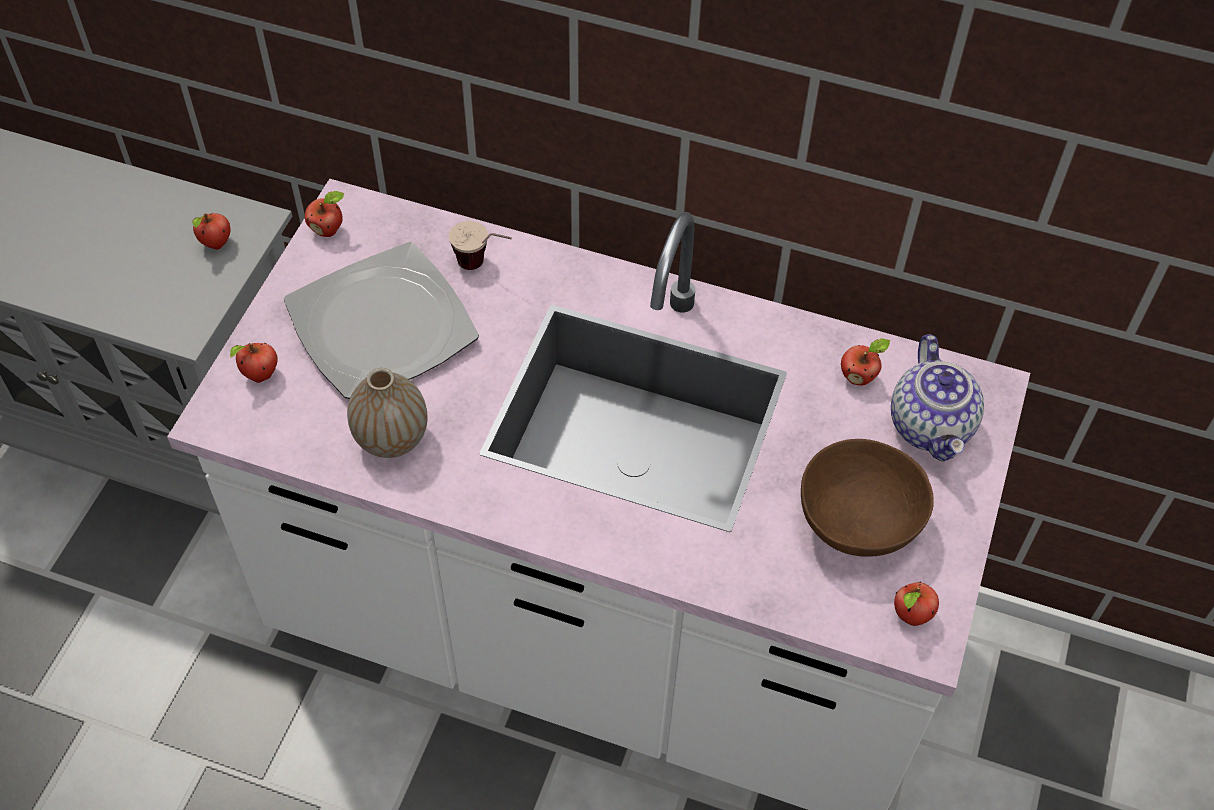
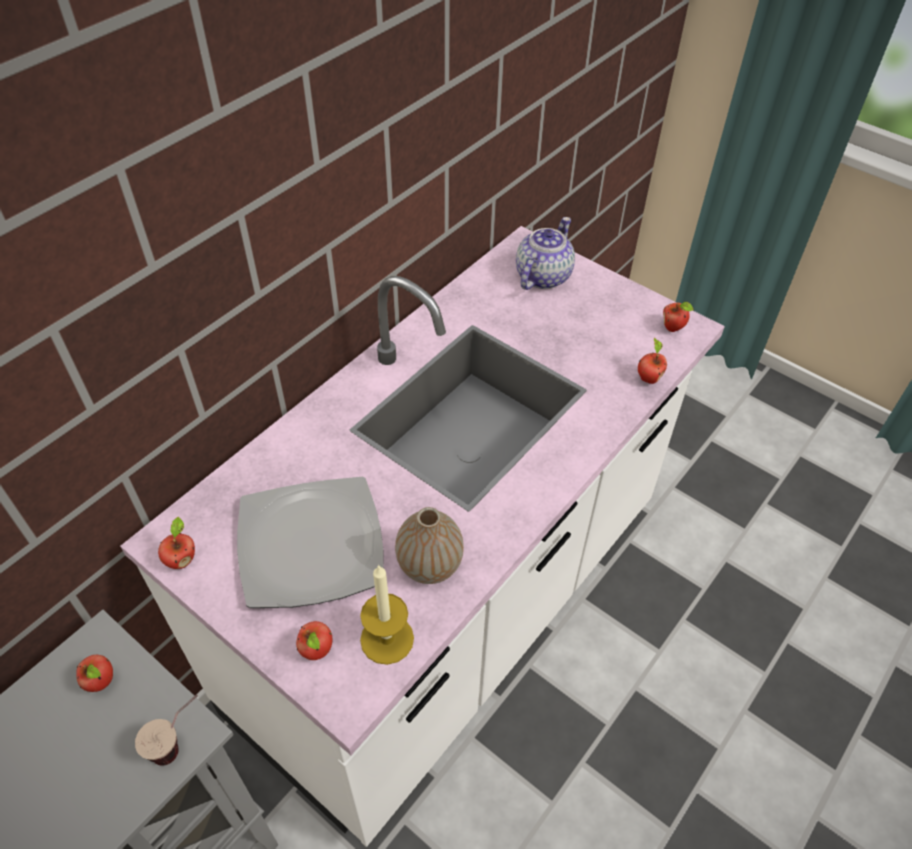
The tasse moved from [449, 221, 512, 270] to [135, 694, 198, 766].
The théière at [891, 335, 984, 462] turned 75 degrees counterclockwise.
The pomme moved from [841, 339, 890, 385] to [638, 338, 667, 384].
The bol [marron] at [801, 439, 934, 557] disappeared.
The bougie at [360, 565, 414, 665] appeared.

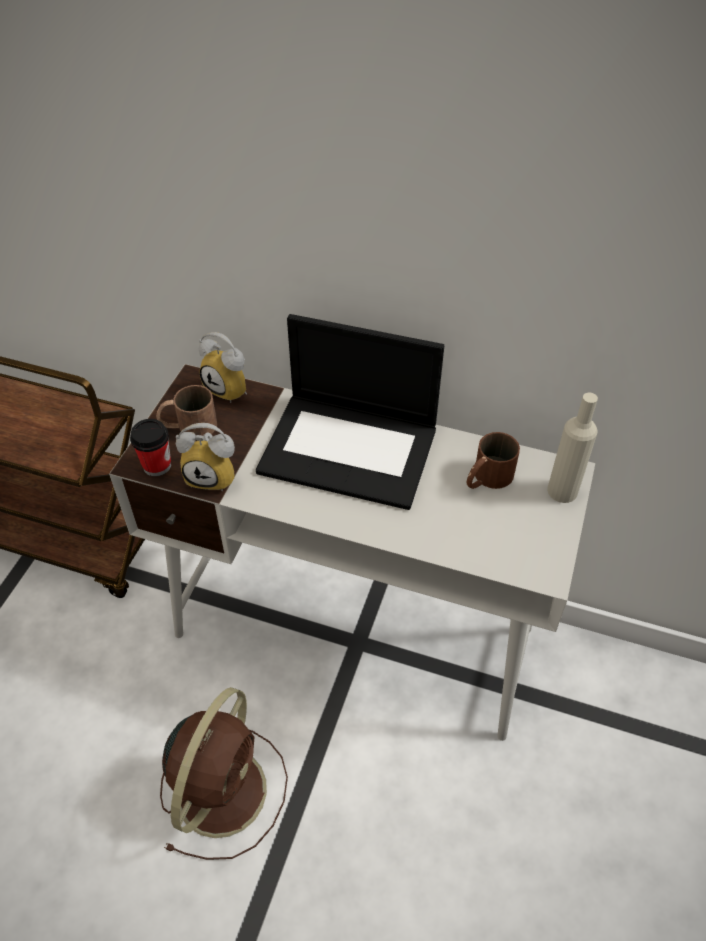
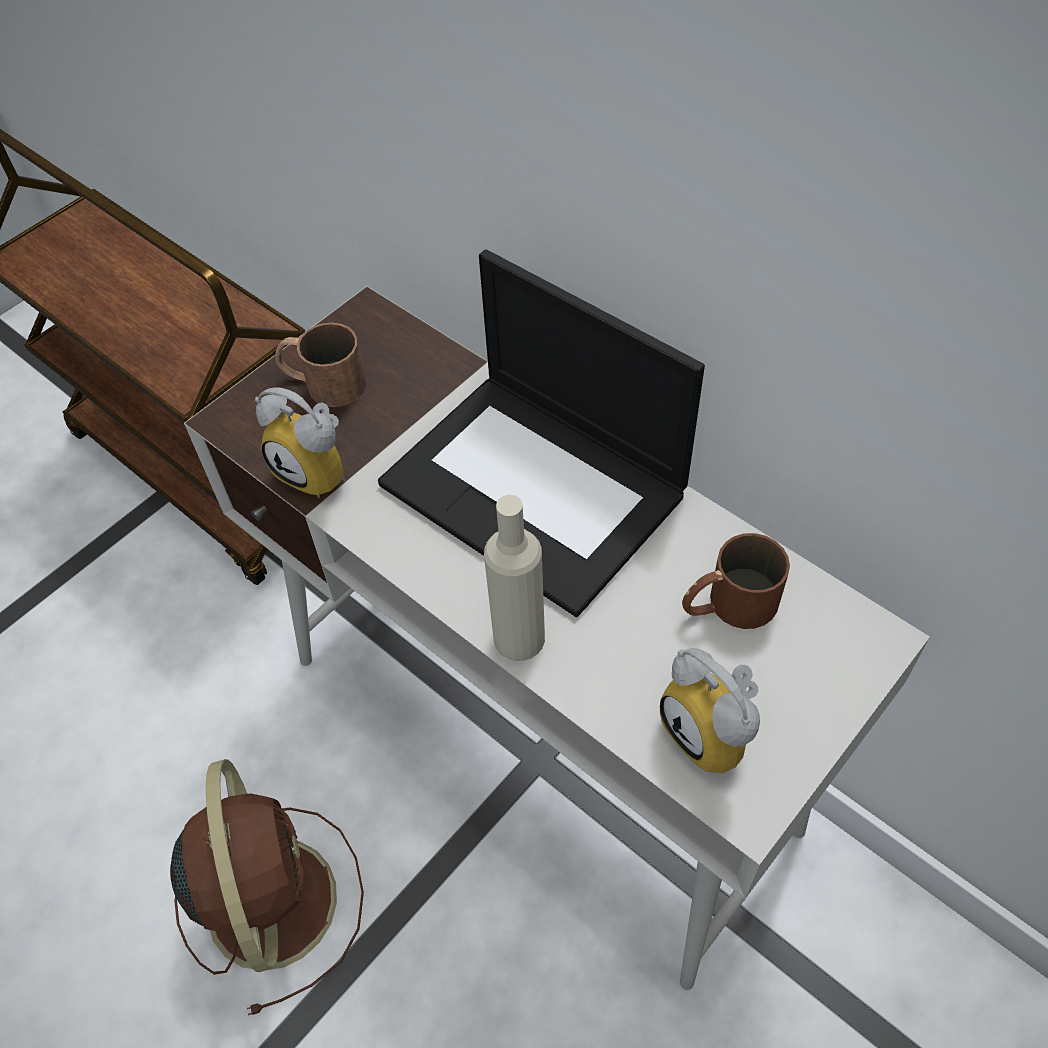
The réveil moved from [199, 332, 247, 403] to [660, 648, 760, 773].
The bouteille [beige] moved from [547, 393, 598, 503] to [484, 495, 545, 661].
The tasse at [130, 419, 171, 476] disappeared.
The ventilateur [marron] at [160, 687, 288, 860] turned 60 degrees counterclockwise.

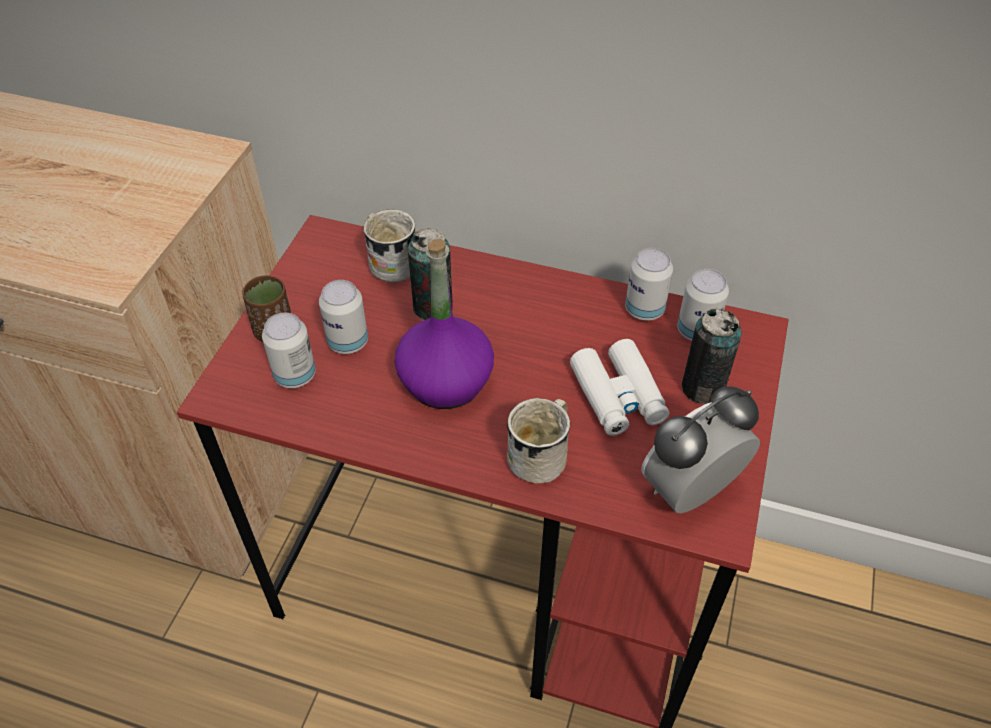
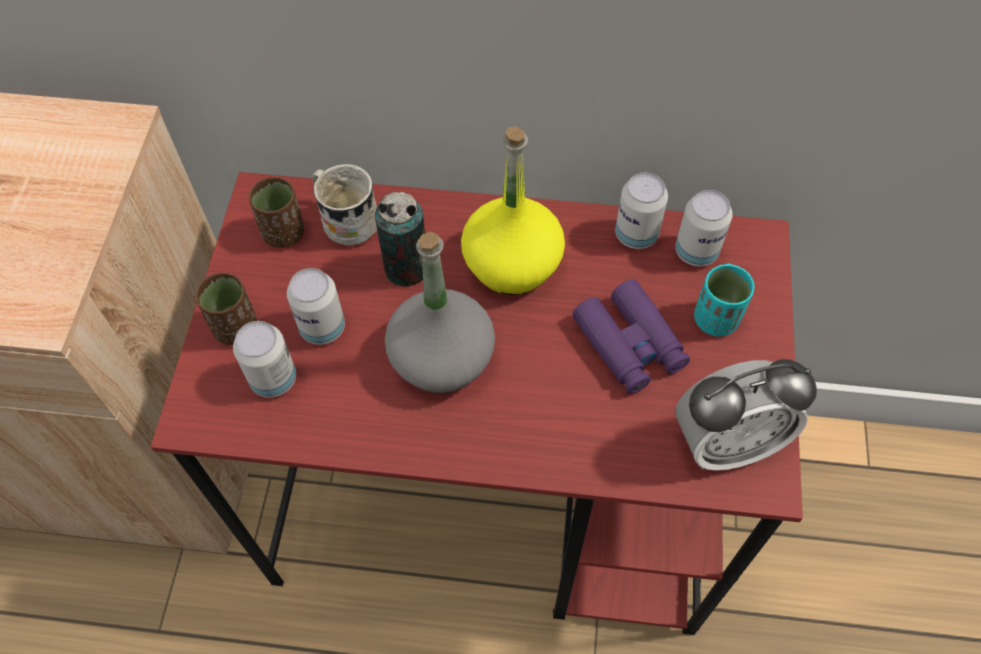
The bouteille [violet] at [395, 239, 494, 409] became the bouteille [gris] at [385, 232, 495, 393].
The boîte métallique at [682, 308, 742, 404] was replaced by the tasse [turquoise] at [694, 264, 755, 336].
The jumelles [blanc] at [570, 339, 669, 436] became the jumelles [violet] at [572, 279, 690, 394].
The réveil at [641, 386, 760, 514] turned 150 degrees counterclockwise.
The mug [blanc] at [507, 398, 570, 484] disappeared.
The bouteille [jaune] at [461, 127, 565, 295] appeared.
The tasse [marron] at [249, 177, 304, 248] appeared.

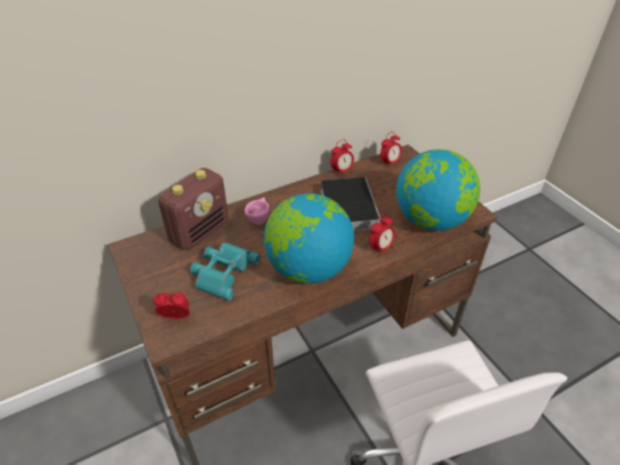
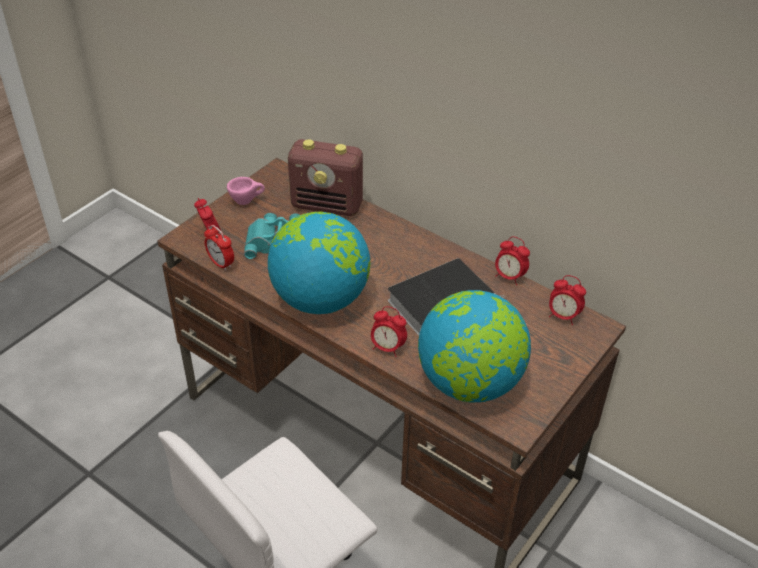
The tasse [rose] moved from [245, 197, 270, 225] to [227, 177, 265, 205].
The réveil at [204, 225, 234, 271] appeared.

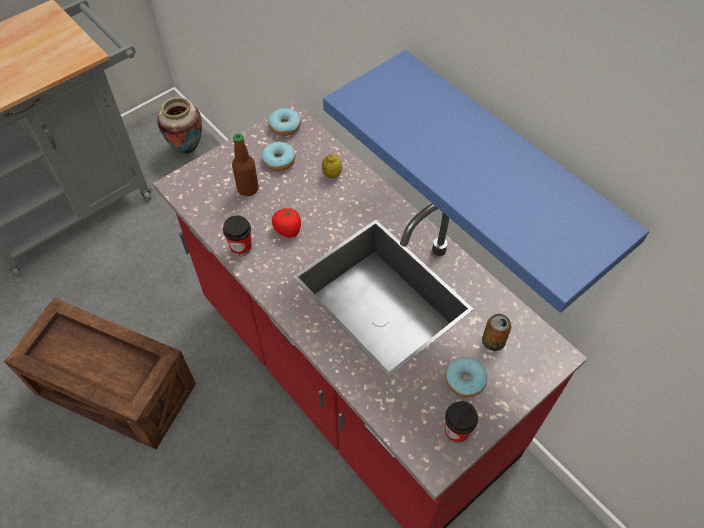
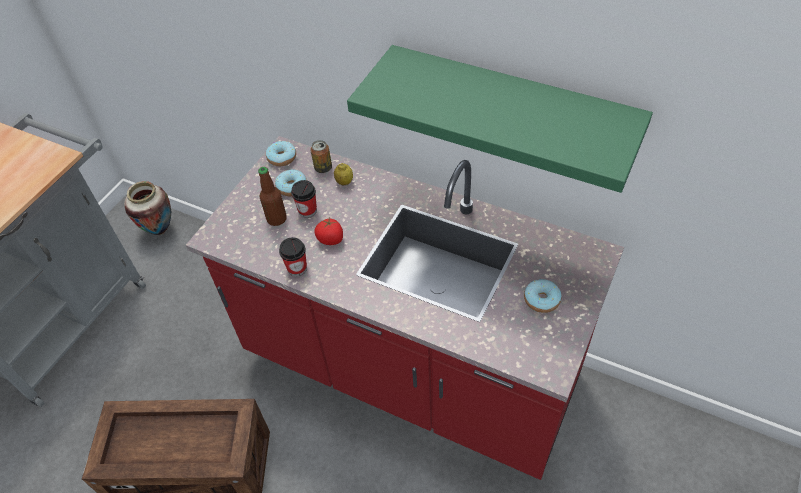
The étagère [bleu] at [323, 50, 649, 313] became the étagère [vert] at [347, 45, 653, 193].
The boîte métallique moved from [482, 314, 511, 351] to [310, 140, 332, 173].
The tasse moved from [445, 401, 478, 443] to [291, 180, 317, 218].

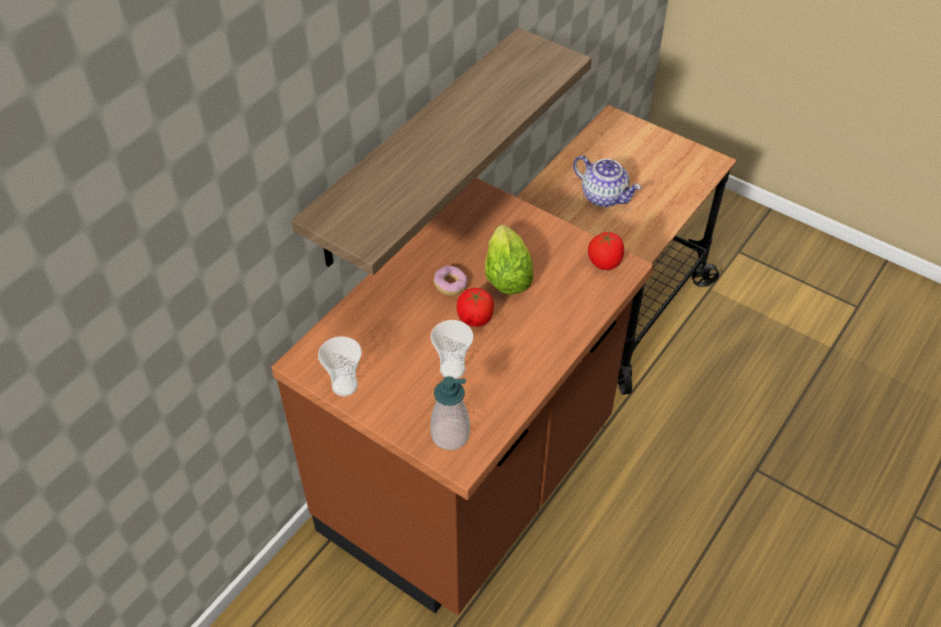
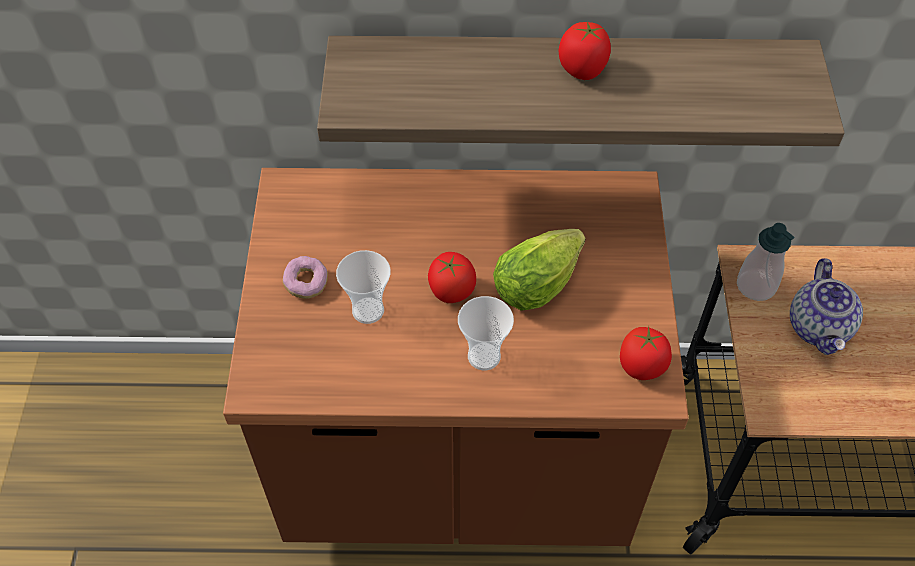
The beignet moved from [433, 266, 468, 296] to [282, 256, 328, 299].
The tasse moved from [318, 336, 362, 396] to [458, 296, 514, 370].
The distributeur de savon moved from [430, 376, 470, 450] to [737, 223, 795, 301].
The tomate at [559, 22, 611, 80] appeared.

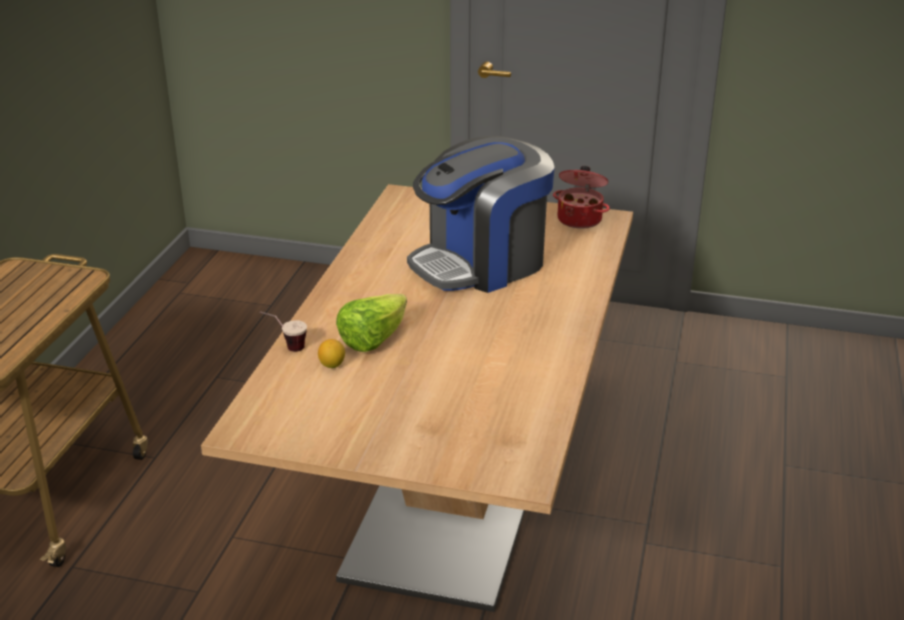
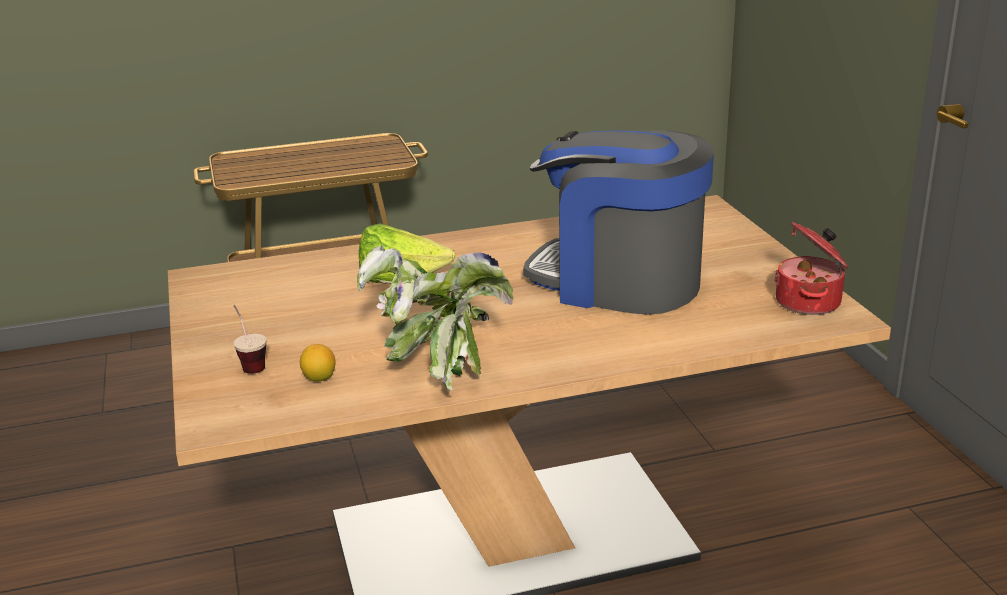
The tasse moved from [260, 312, 307, 352] to [234, 305, 266, 374].
The citron moved from [318, 339, 345, 368] to [300, 344, 336, 382].
The plante en pot at [357, 245, 513, 391] appeared.

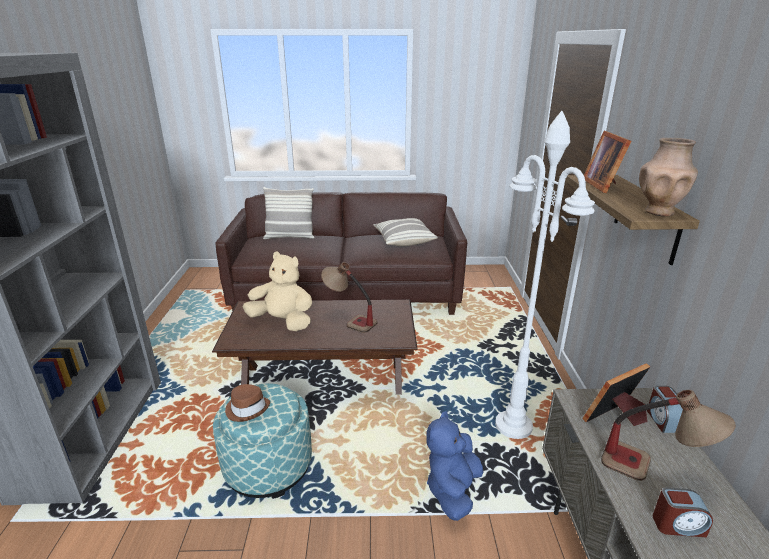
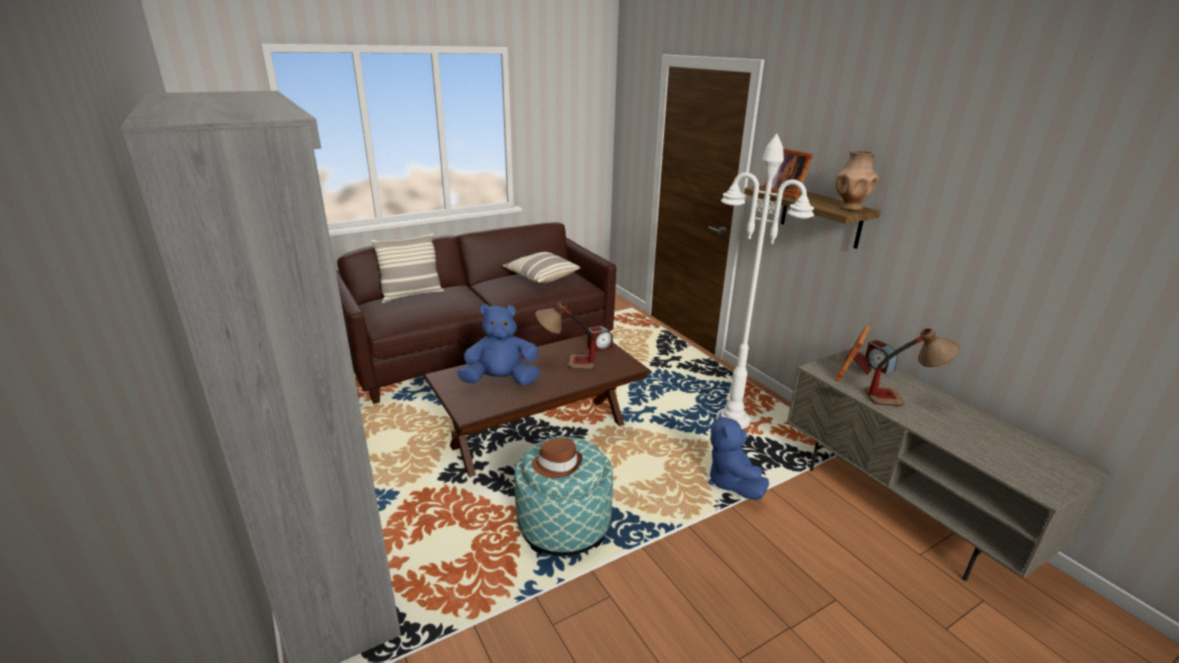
The peluche [beige] at [242, 251, 312, 331] became the peluche [bleu] at [457, 304, 540, 385].
The réveil moved from [653, 488, 713, 537] to [587, 326, 613, 351].

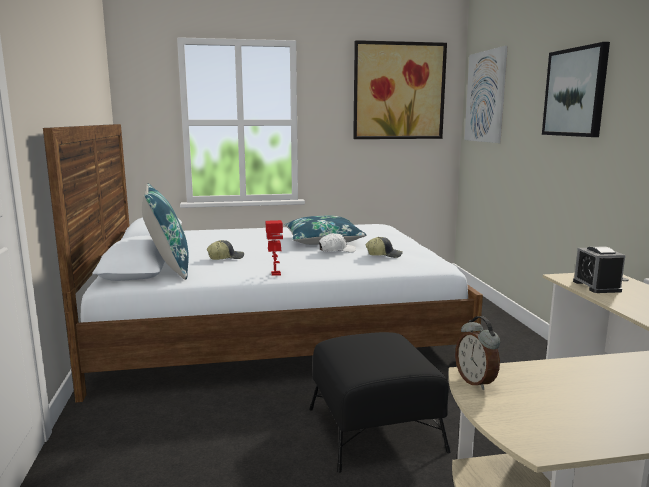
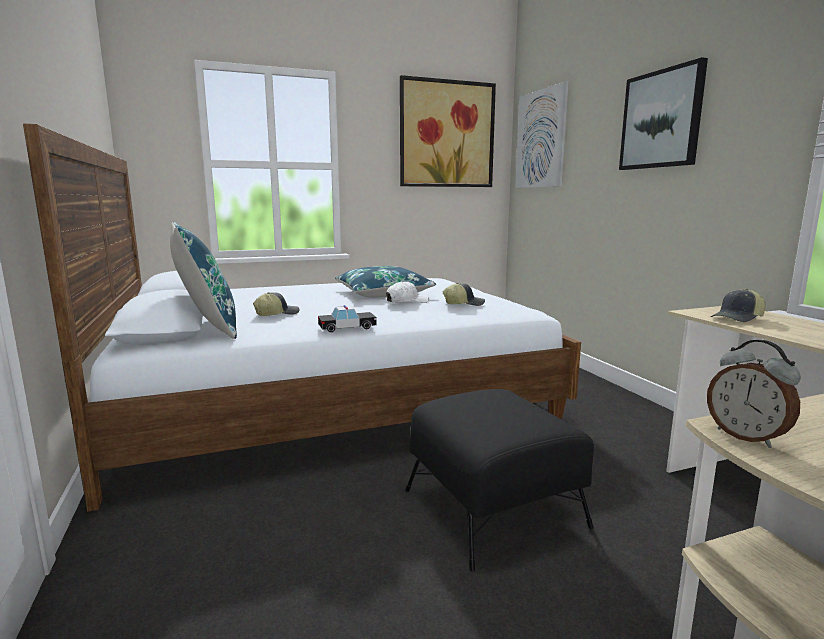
The robot jouet at [266, 220, 283, 276] was replaced by the petite voiture at [318, 305, 377, 332].
The réveil at [573, 246, 625, 293] was replaced by the casquette at [711, 288, 765, 322].

